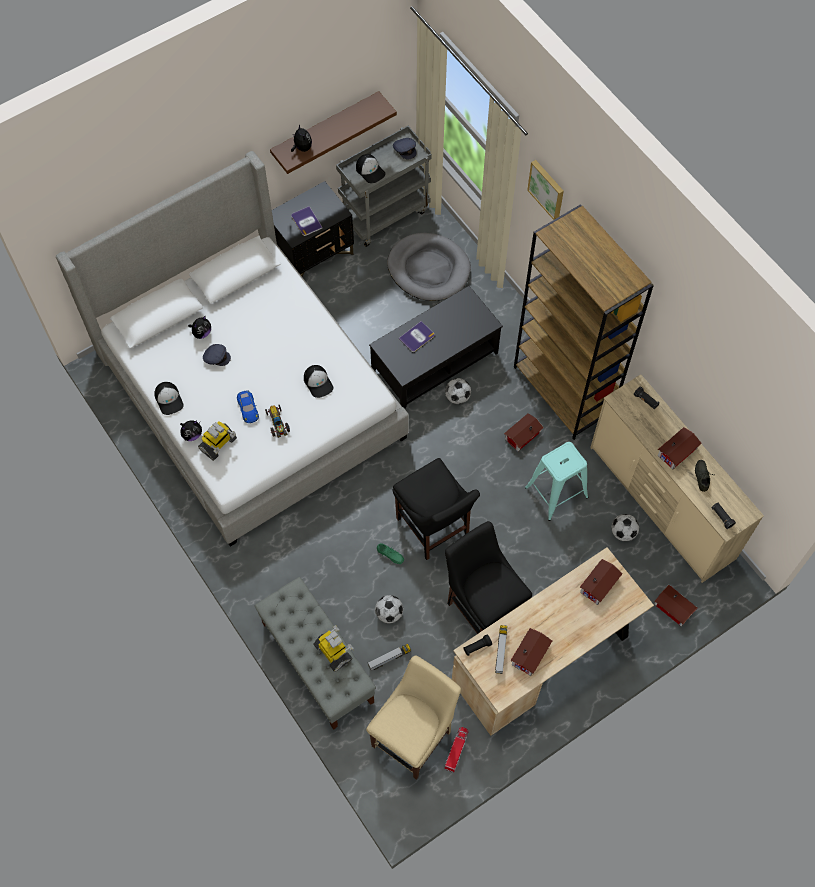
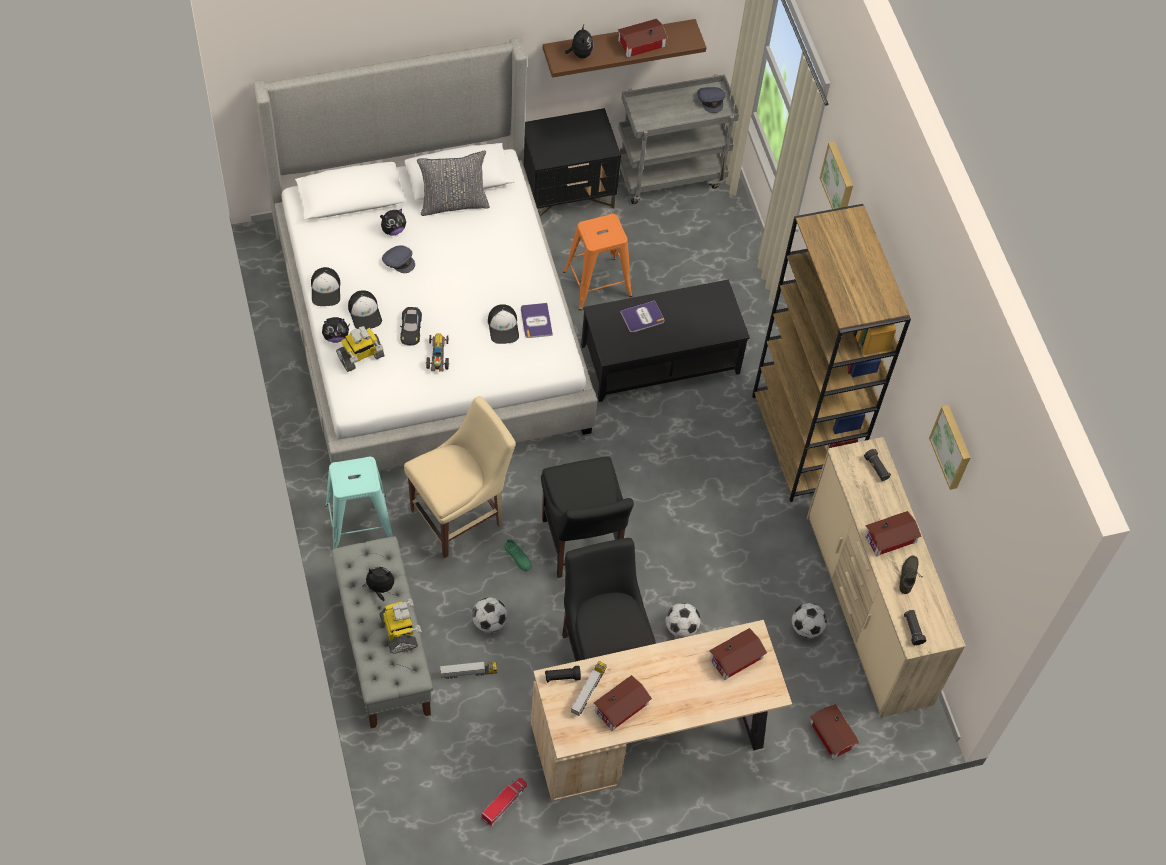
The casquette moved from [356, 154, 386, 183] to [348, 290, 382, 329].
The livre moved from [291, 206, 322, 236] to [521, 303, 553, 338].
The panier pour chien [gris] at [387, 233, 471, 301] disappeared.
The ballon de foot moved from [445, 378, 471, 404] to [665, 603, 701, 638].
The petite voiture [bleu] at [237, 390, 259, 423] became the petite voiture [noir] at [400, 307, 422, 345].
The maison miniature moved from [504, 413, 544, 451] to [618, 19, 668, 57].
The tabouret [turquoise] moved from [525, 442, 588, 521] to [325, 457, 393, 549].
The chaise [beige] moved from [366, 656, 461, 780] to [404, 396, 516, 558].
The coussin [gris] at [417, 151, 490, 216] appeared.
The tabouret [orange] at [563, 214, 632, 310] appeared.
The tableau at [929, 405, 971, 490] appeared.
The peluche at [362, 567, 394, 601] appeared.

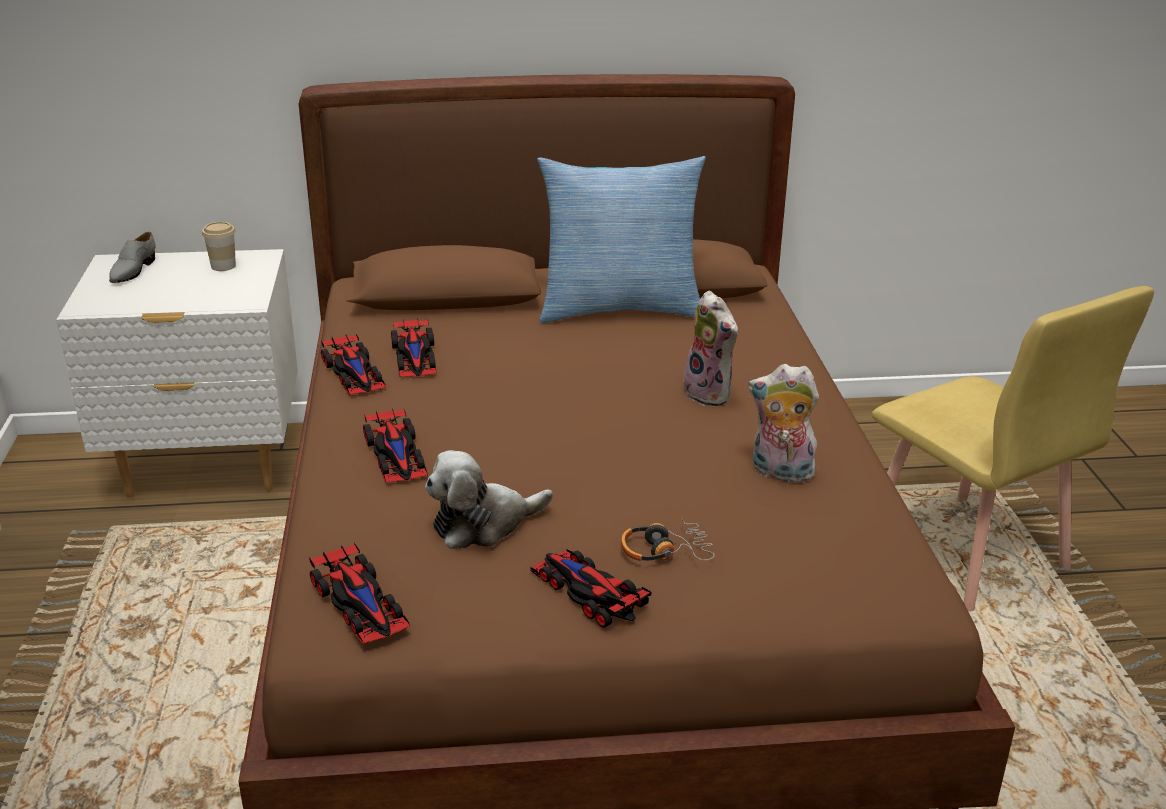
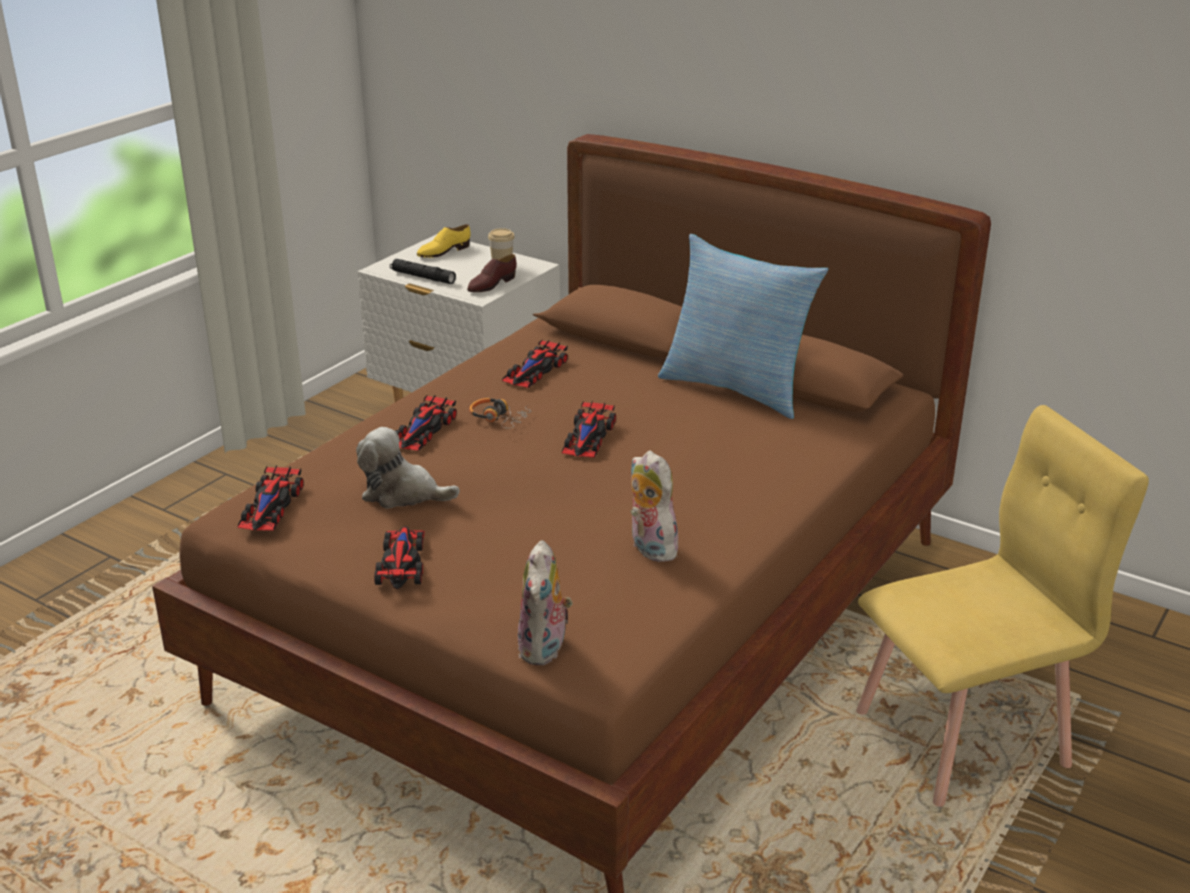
The chaussure [gris] at [109, 232, 155, 283] became the chaussure [jaune] at [417, 224, 471, 258].
The chaise [jaune] at [872, 286, 1154, 611] turned 120 degrees counterclockwise.
The peluche moved from [683, 291, 738, 406] to [518, 540, 573, 665].
The petite voiture moved from [321, 334, 386, 395] to [562, 401, 616, 457].
The casque audio moved from [621, 517, 715, 561] to [469, 398, 531, 428].
The chaussure [marron] at [467, 254, 517, 292] appeared.
The lampe de poche [noir] at [390, 259, 456, 284] appeared.

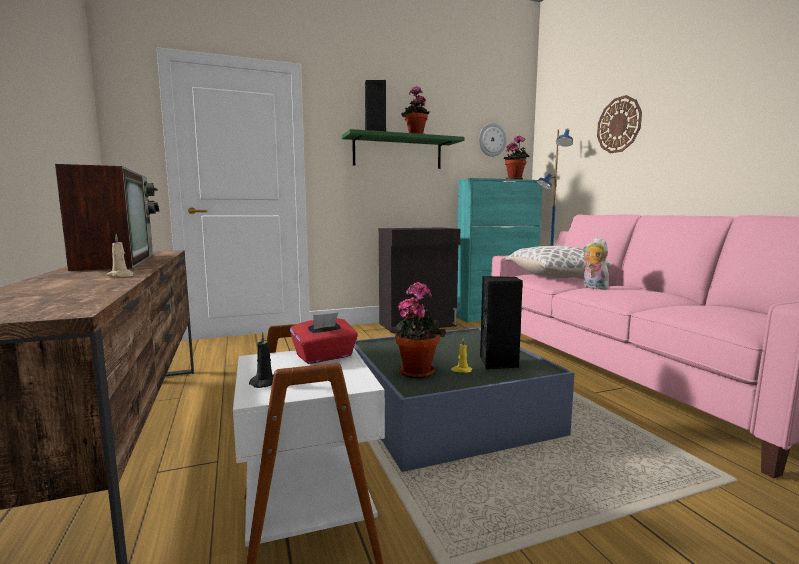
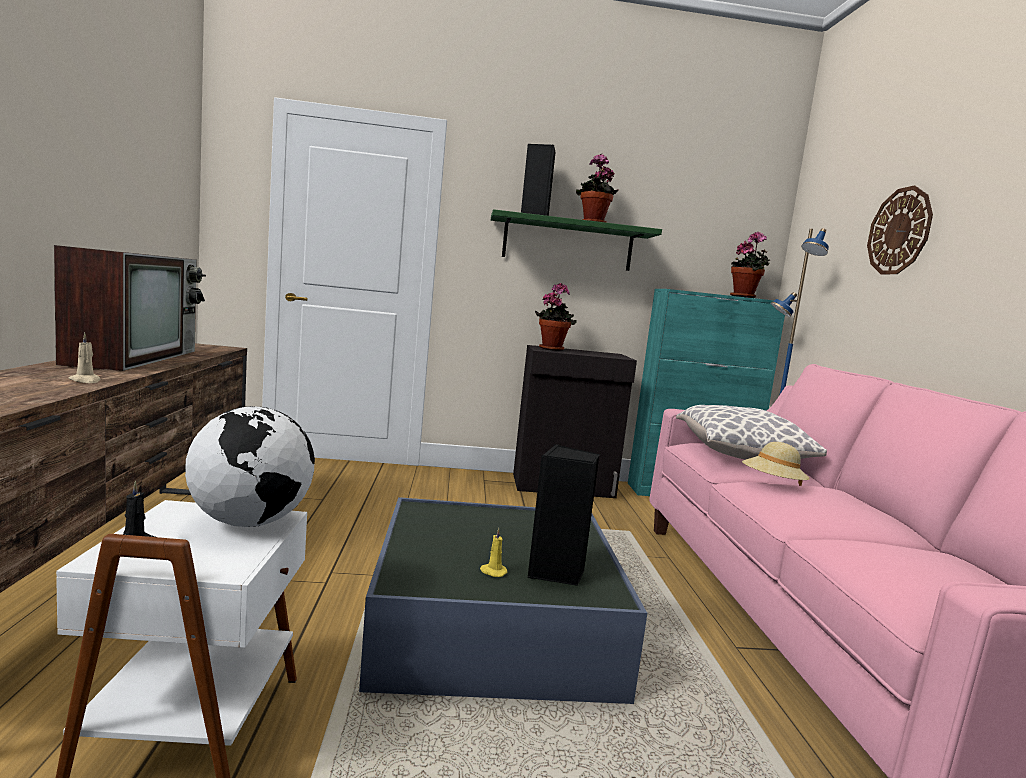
The horloge murale at [479, 123, 507, 157] disappeared.
The peluche at [583, 238, 609, 290] was replaced by the chapeau [beige] at [742, 442, 810, 486].
The plante en pot moved from [389, 282, 446, 378] to [535, 283, 577, 351].
The boîte à mouchoirs [rouge] at [290, 312, 358, 364] was replaced by the globe at [185, 406, 315, 527].

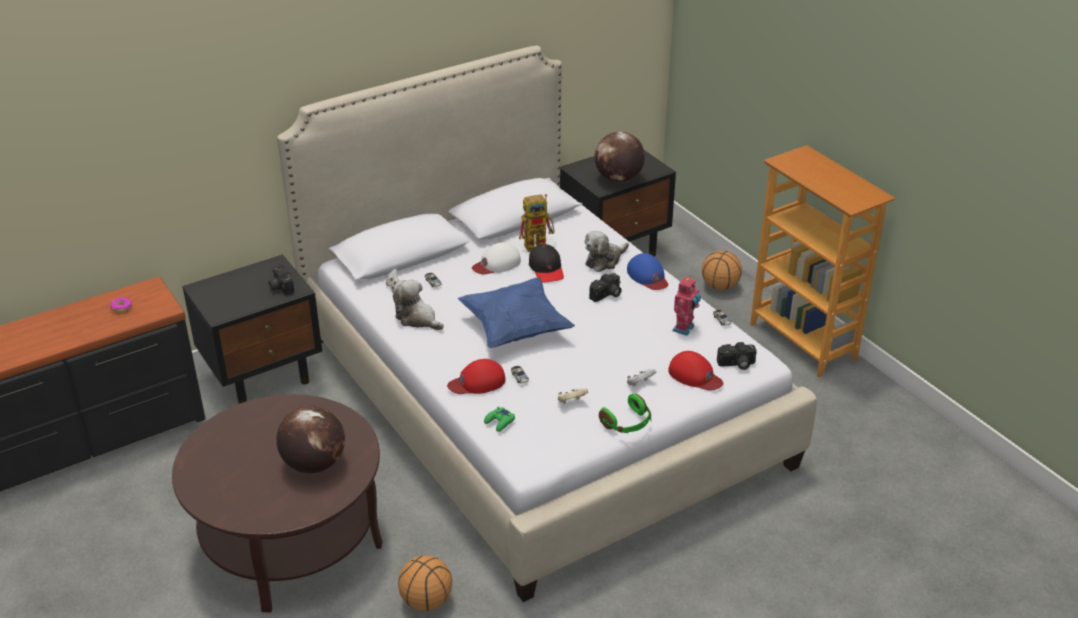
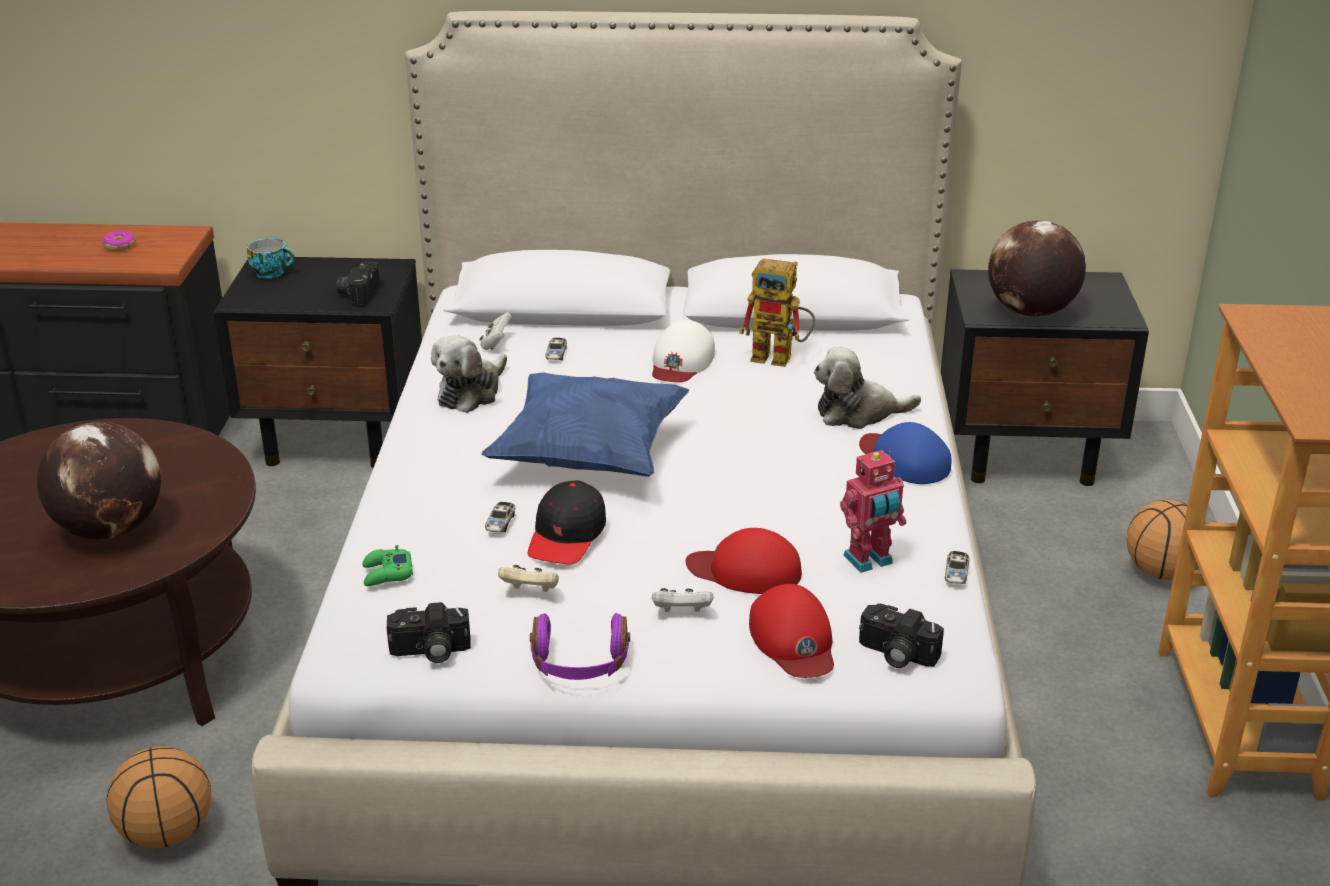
The casquette [blanc] at [472, 242, 521, 274] turned 75 degrees counterclockwise.
The casquette [noir] moved from [529, 244, 564, 283] to [528, 480, 606, 565].
The casquette [bleu] at [627, 253, 668, 290] turned 135 degrees clockwise.
The appareil photo moved from [589, 273, 622, 302] to [386, 602, 471, 663].
The peluche at [393, 279, 444, 330] turned 135 degrees counterclockwise.
The casquette [rouge] moved from [447, 359, 506, 394] to [685, 528, 802, 594].
The casque audio [vert] at [599, 394, 651, 433] became the casque audio [violet] at [530, 613, 630, 680].
The tasse at [247, 238, 295, 279] appeared.

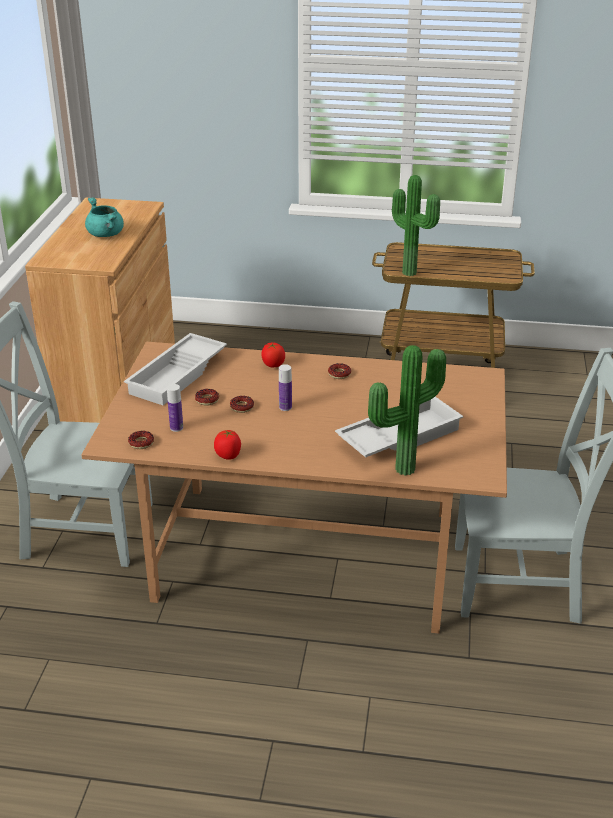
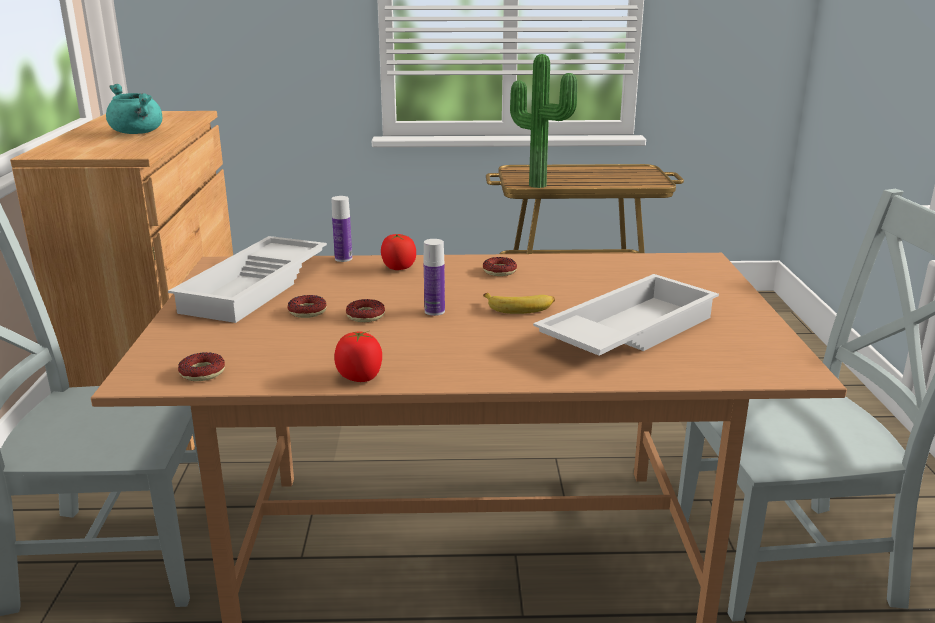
The plante en pot at [368, 345, 446, 476] disappeared.
The bouteille moved from [167, 384, 183, 432] to [331, 196, 352, 262].
The banane at [483, 293, 555, 314] appeared.

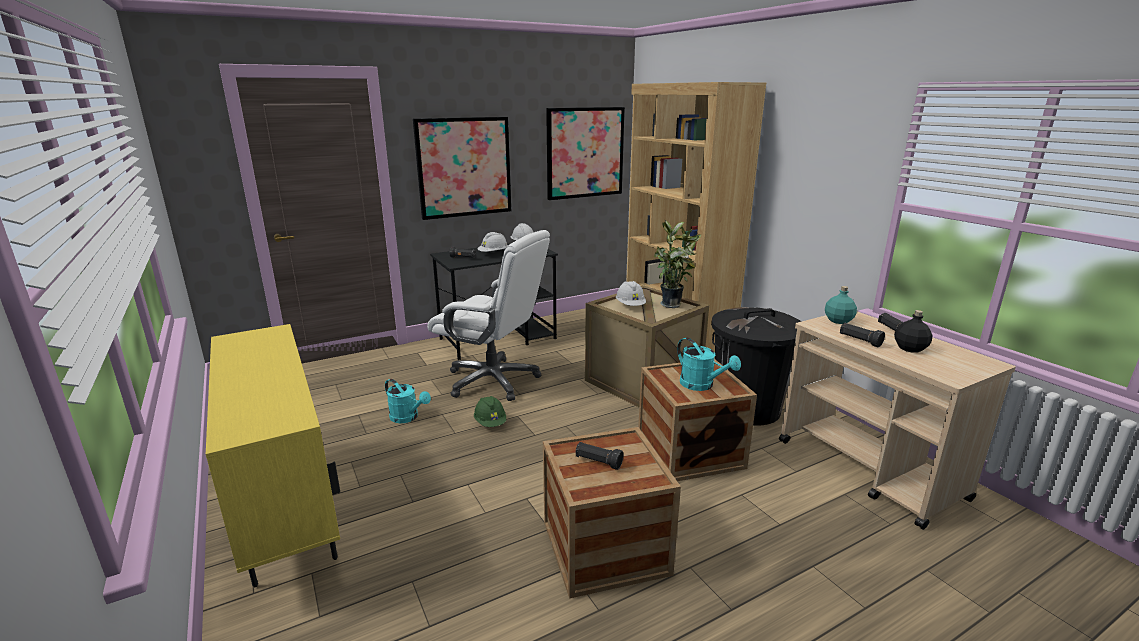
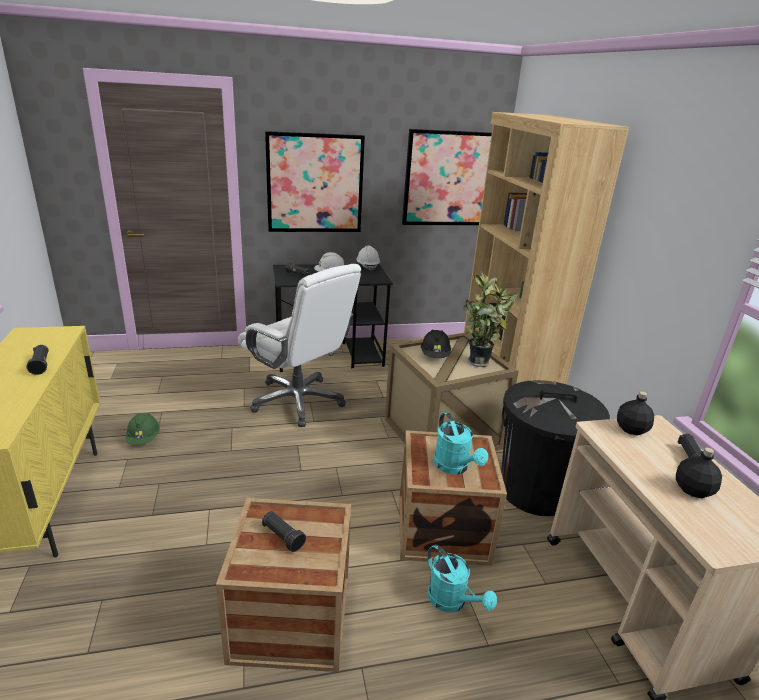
The casque de chantier [blanc] at [616, 281, 646, 306] became the casque de chantier [noir] at [421, 329, 451, 358].
The bouteille [turquoise] at [825, 286, 857, 324] became the bouteille [noir] at [617, 391, 654, 435].
The lampe de poche [noir] moved from [840, 323, 885, 347] to [26, 345, 49, 375].
The arrosoir [turquoise] moved from [385, 379, 431, 423] to [427, 544, 497, 613].
The casque de chantier [vert] moved from [474, 396, 506, 427] to [126, 413, 160, 445].

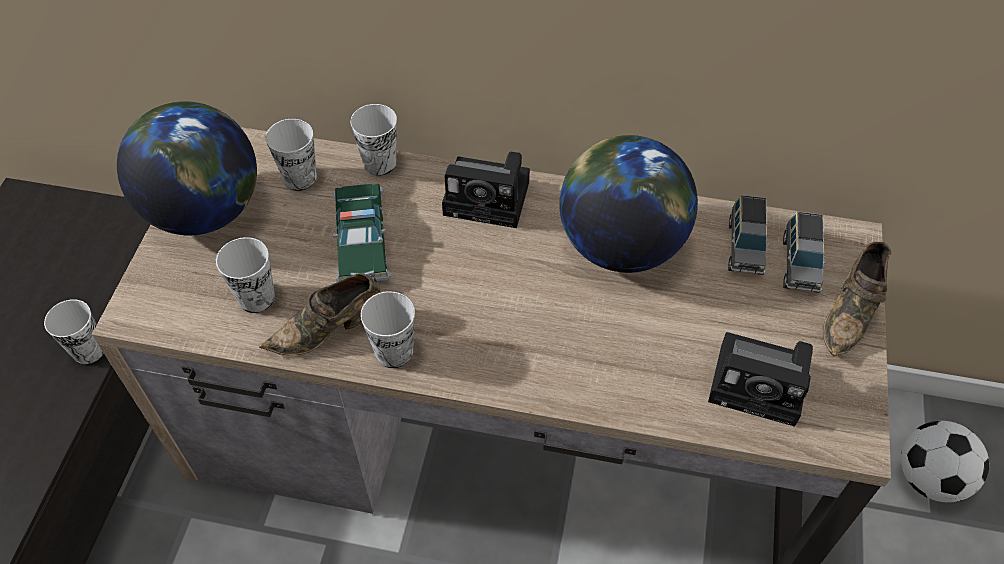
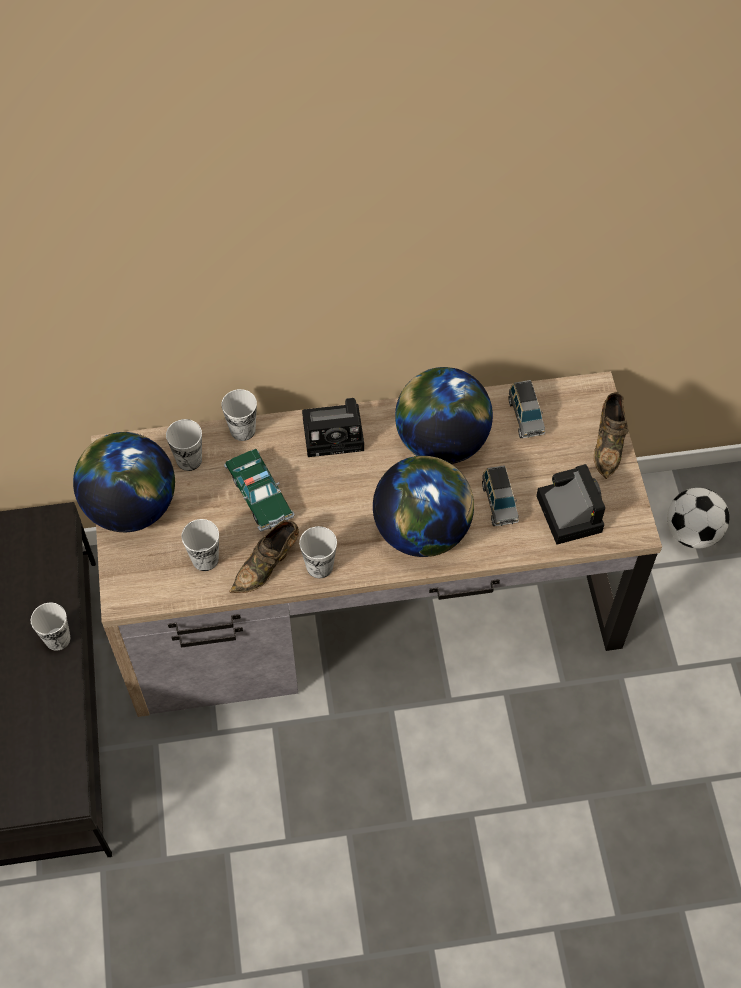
The petite voiture [gris] moved from [783, 211, 827, 293] to [482, 465, 519, 526].
The appareil photo at [708, 332, 813, 427] turned 105 degrees counterclockwise.
The globe at [373, 456, 474, 557] appeared.

